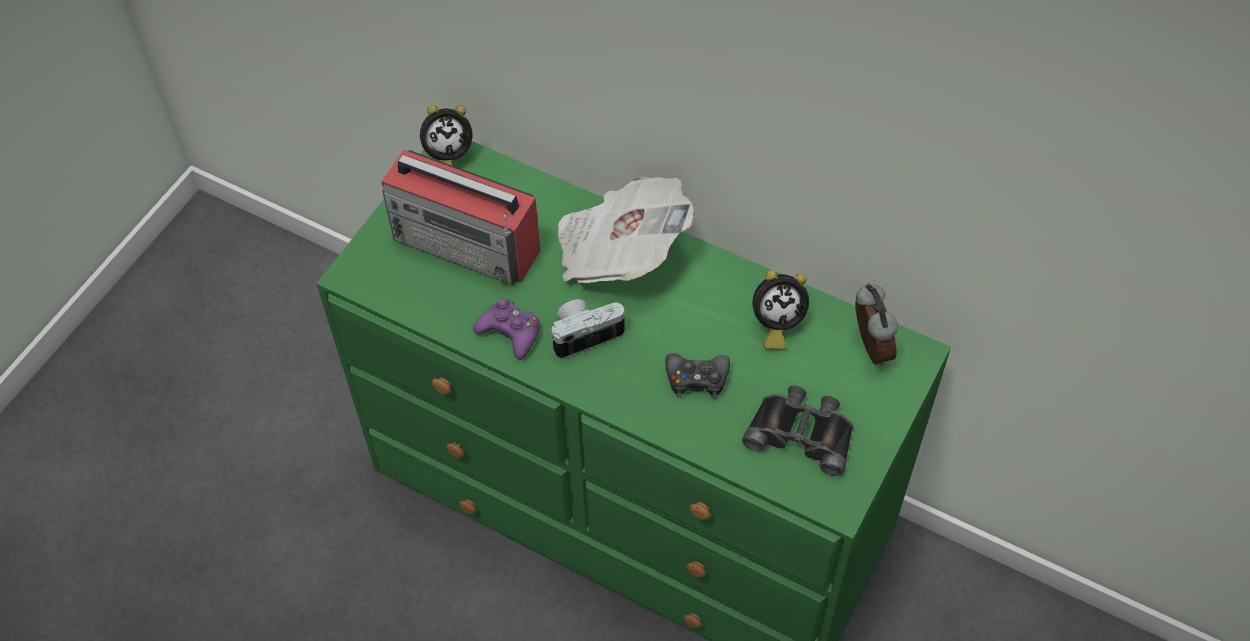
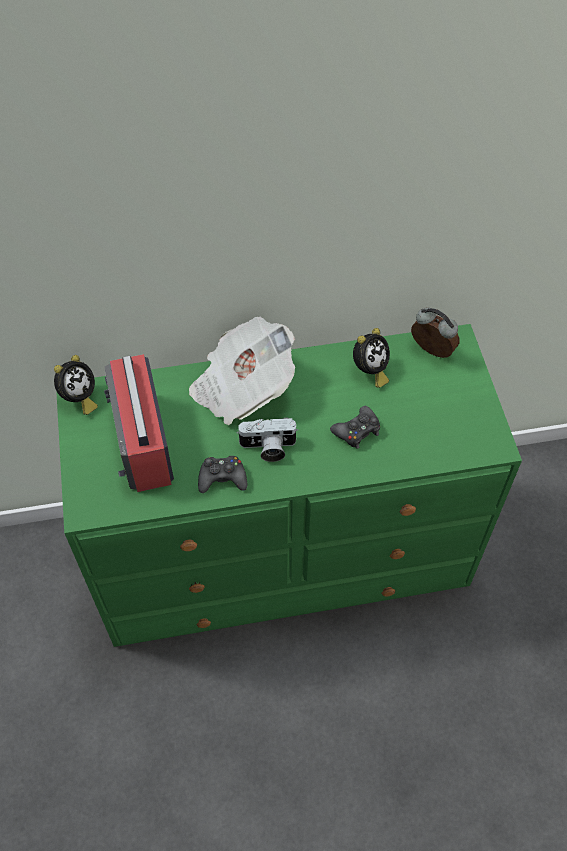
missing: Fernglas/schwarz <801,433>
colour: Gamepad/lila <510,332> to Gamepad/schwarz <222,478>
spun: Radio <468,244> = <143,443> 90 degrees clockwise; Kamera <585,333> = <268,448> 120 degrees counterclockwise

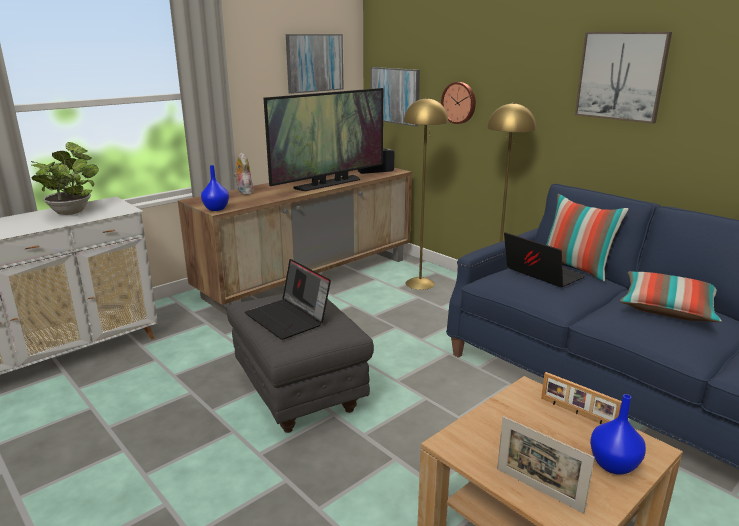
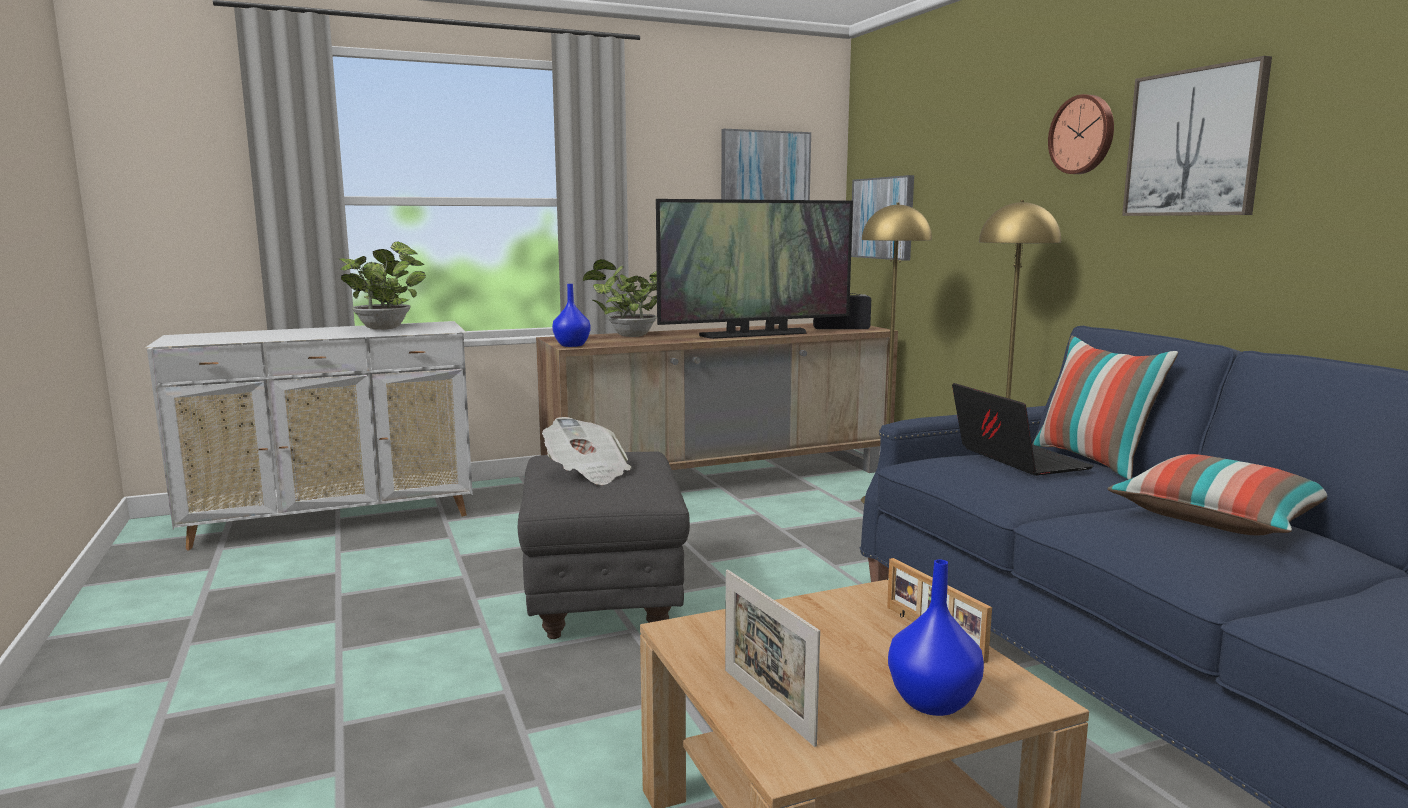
relocated: Wanduhr <459,103> to <1083,135>
exchanged: Plüschtier <244,192> to Topfpflanze <628,335>; Laptop <289,318> to Zeitung <587,473>

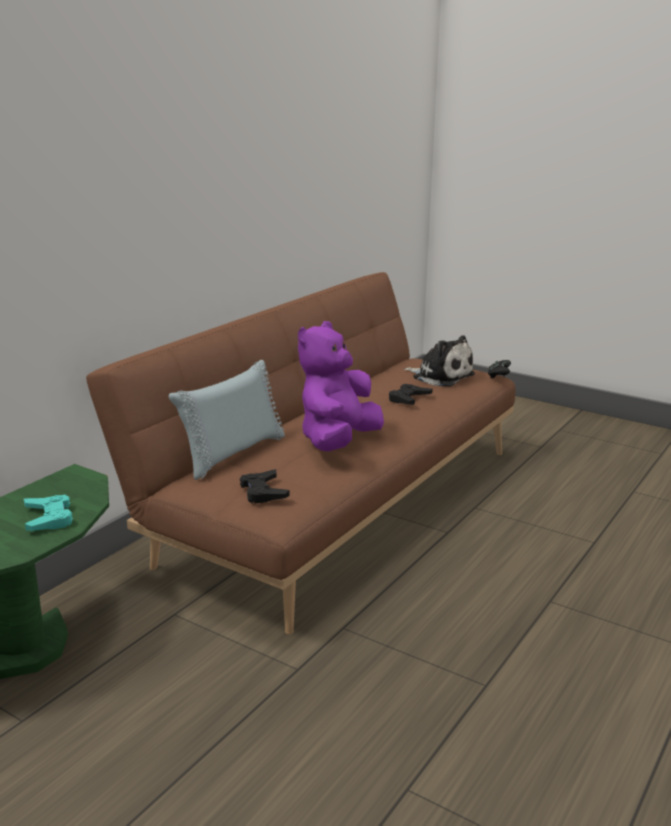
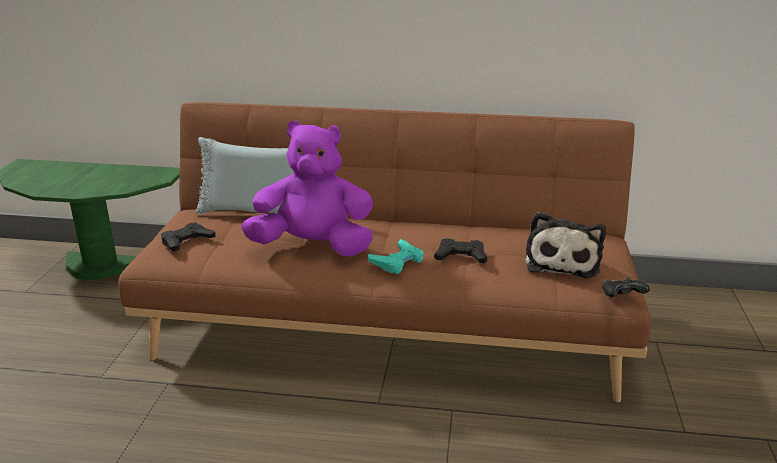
relocated: Gamepad/türkis <48,518> to <397,261>

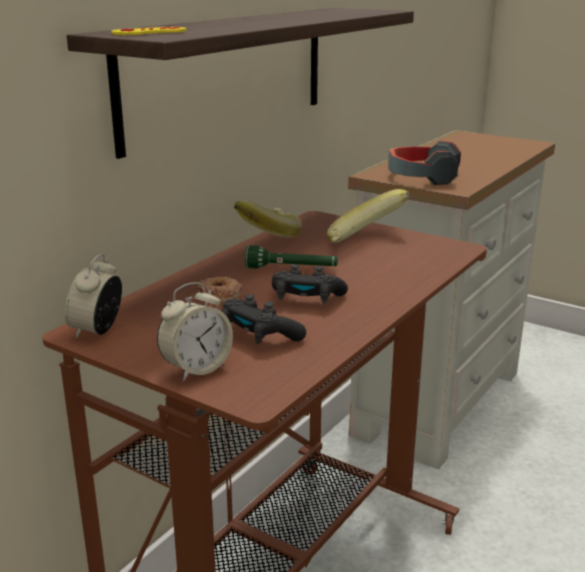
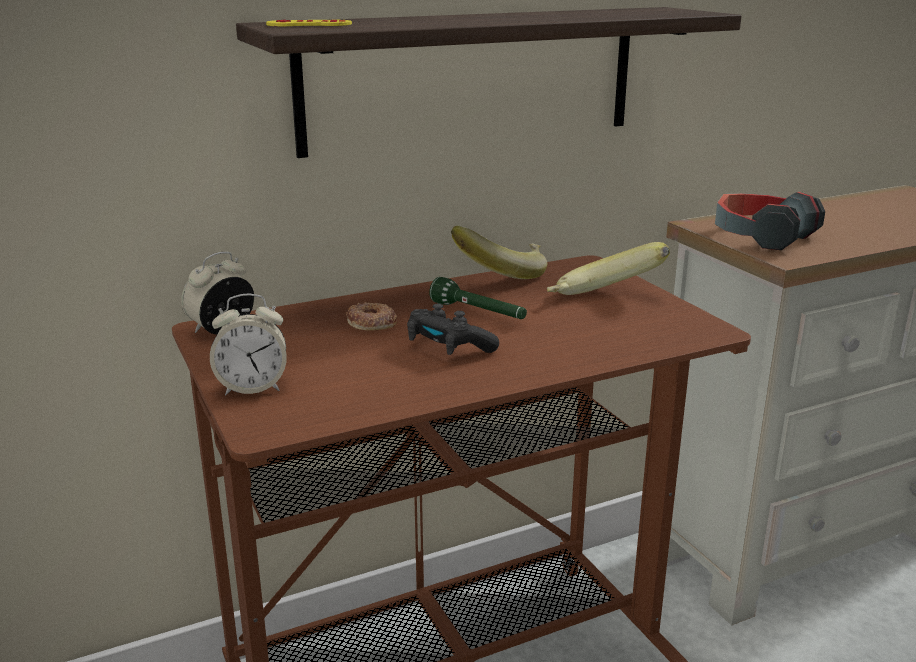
missing: Gamepad/schwarz <259,335>

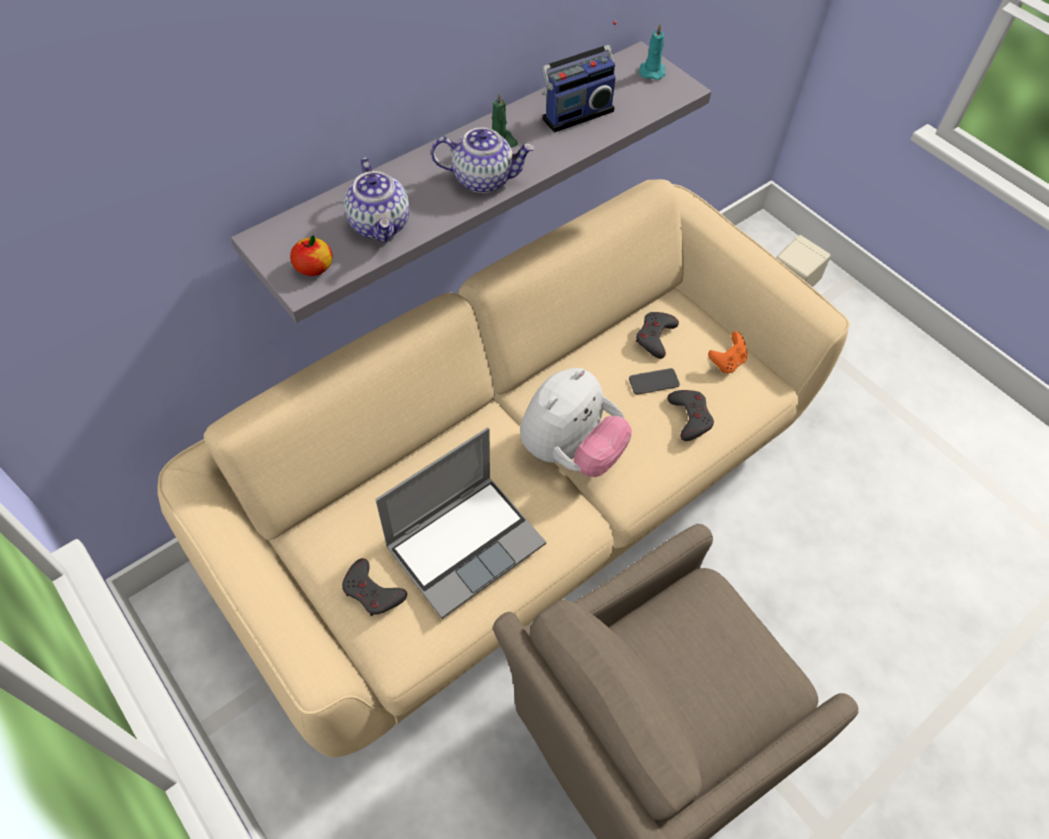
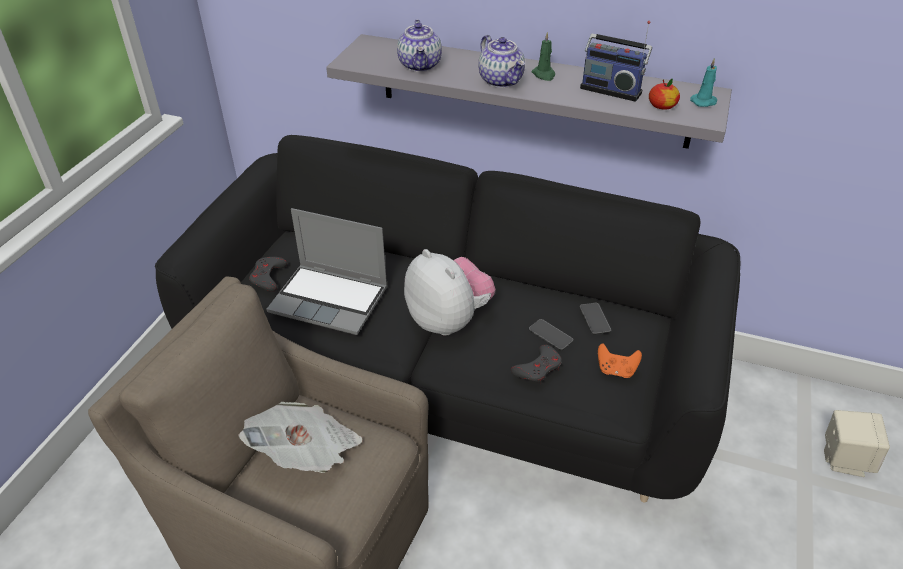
appeared: Zeitung <306,452>
relocated: Apfel <314,267> to <662,106>
exchanged: Gamepad/grau <655,337> to Handy <595,319>
colour: Sofa/beige <520,500> to Sofa/schwarz <451,377>
spun: Teekanne <380,224> = <420,65> 45 degrees counterclockwise; Plüschtier <570,451> = <448,320> 135 degrees counterclockwise

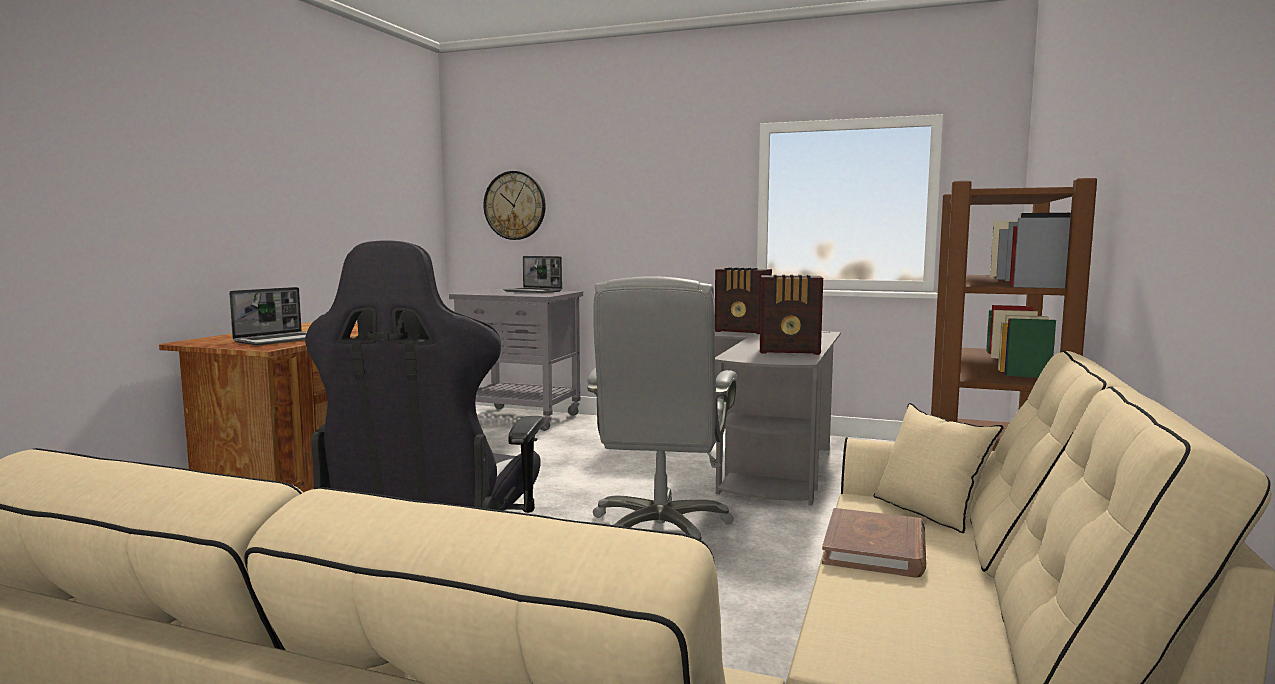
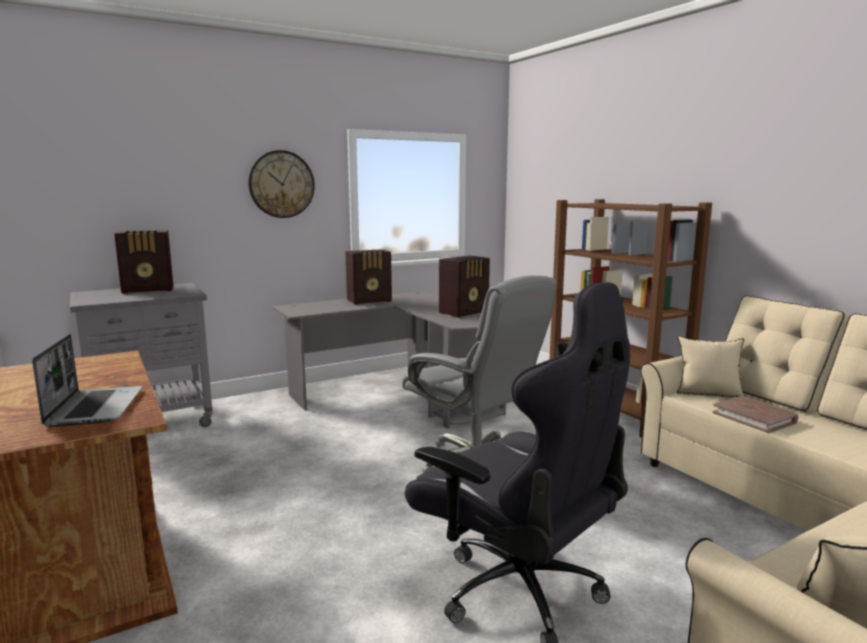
relocated: Wanduhr <515,205> to <281,184>
exchanged: Laptop <533,291> to Radio <149,290>

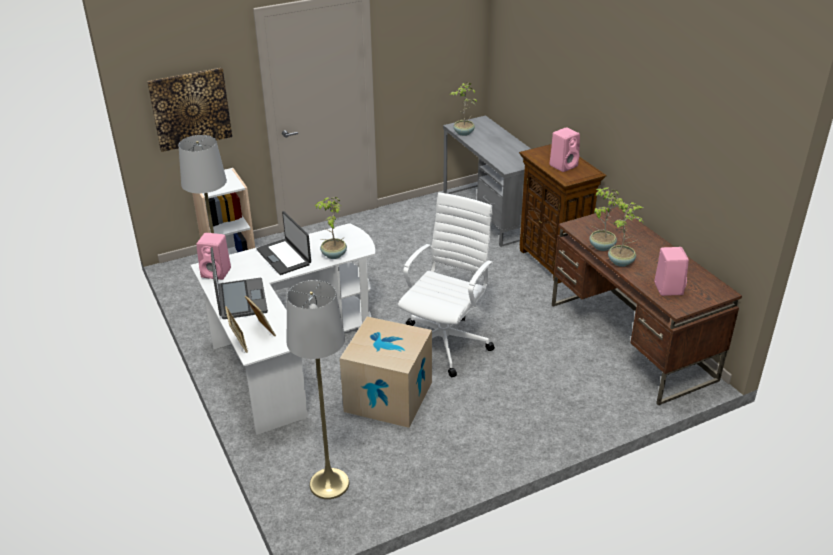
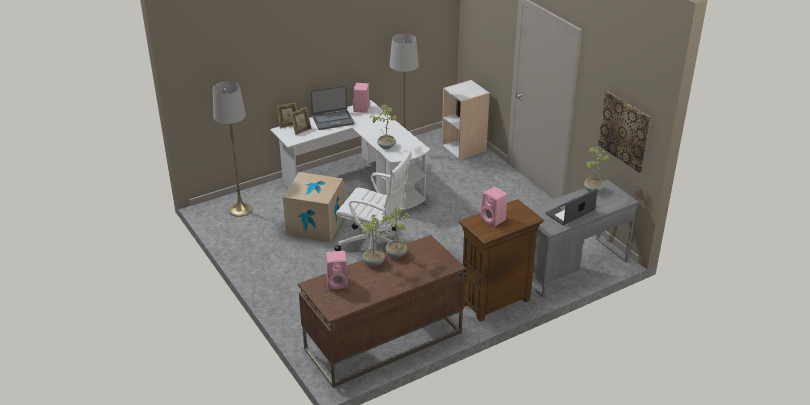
relocated: Bild <190,109> to <624,131>; Laptop <284,257> to <570,213>

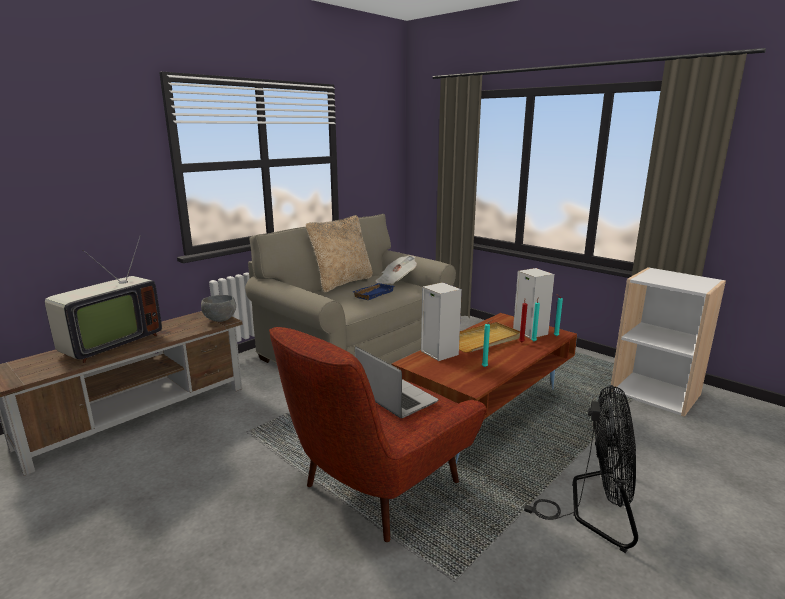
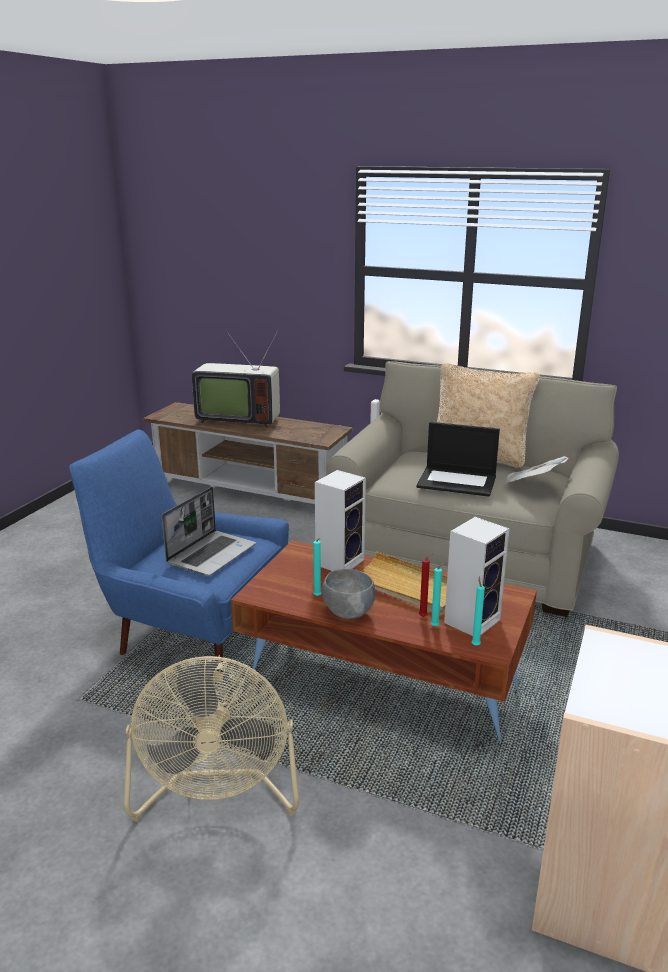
relocated: Schüssel/grau <220,320> to <348,613>
exchanged: Tablett/blau <373,294> to Laptop <458,481>
colour: Sessel/rot <375,489> to Sessel/blau <191,632>; Ventilator/schwarz <592,506> to Ventilator/beige <211,792>

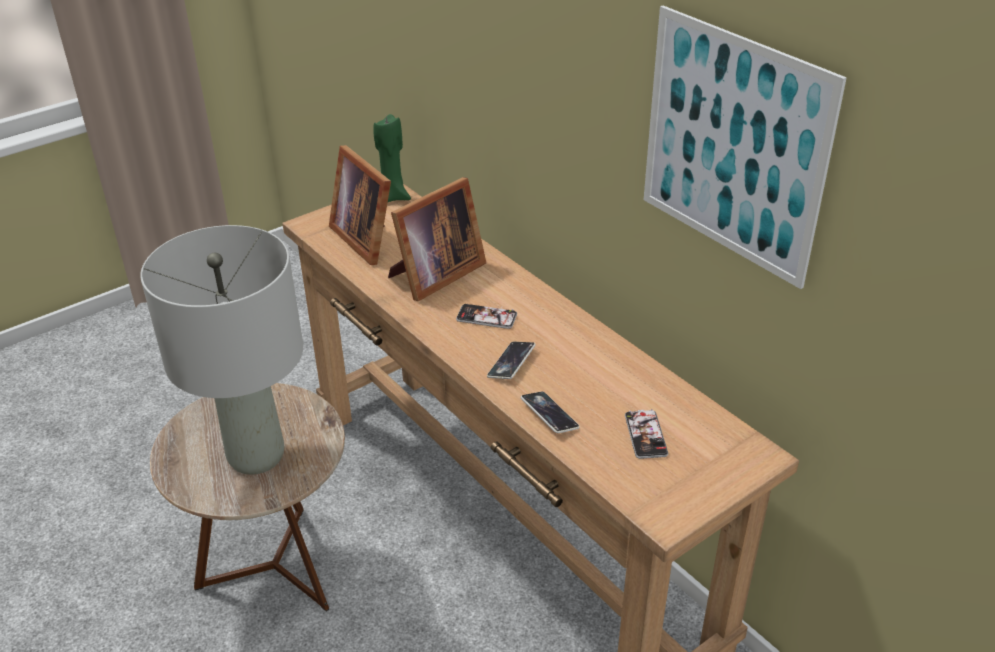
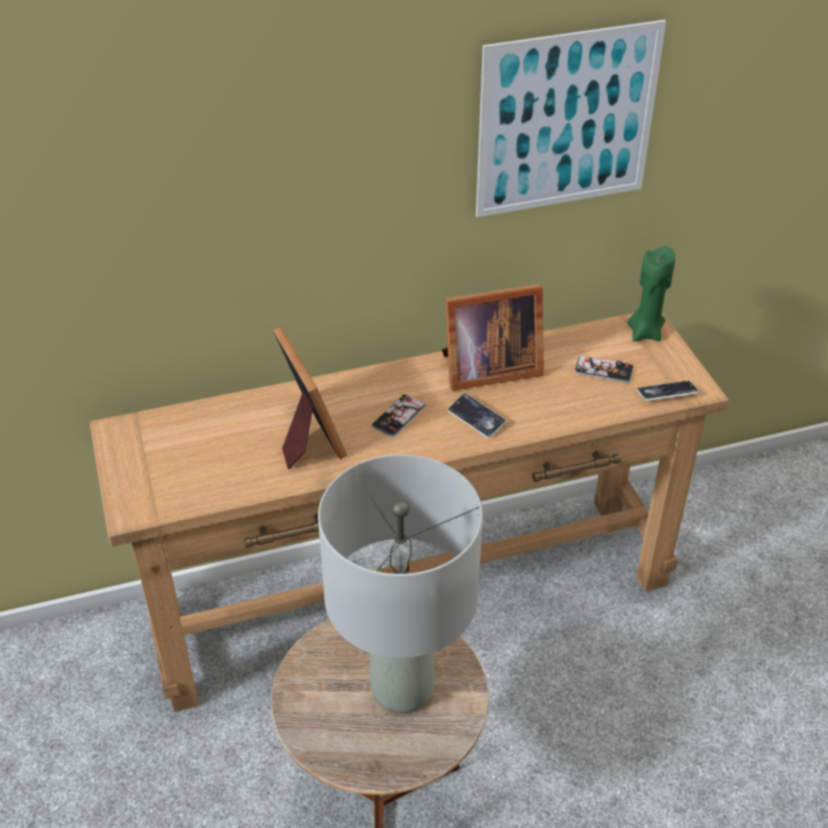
relocated: Bilderrahmen <367,238> to <486,370>; Kerze/grün <393,196> to <645,332>; Handy <549,415> to <666,394>

